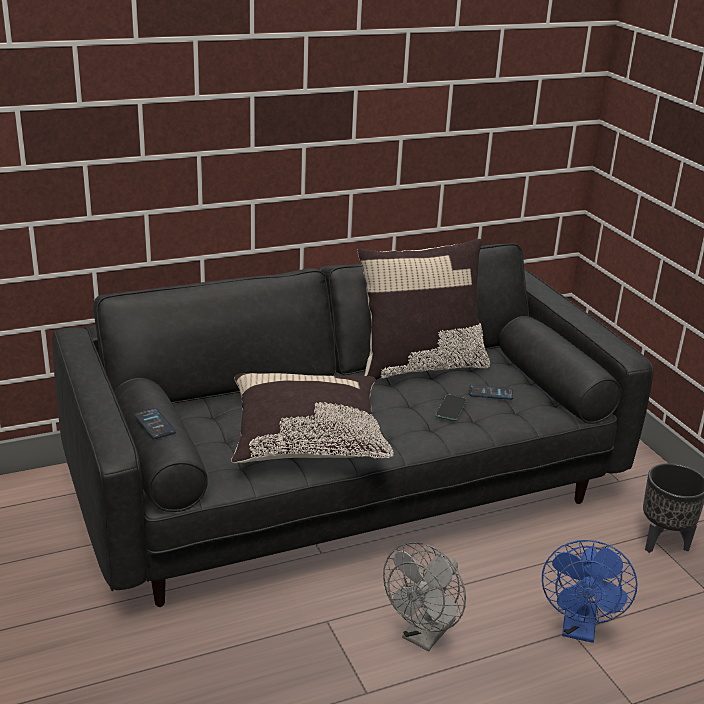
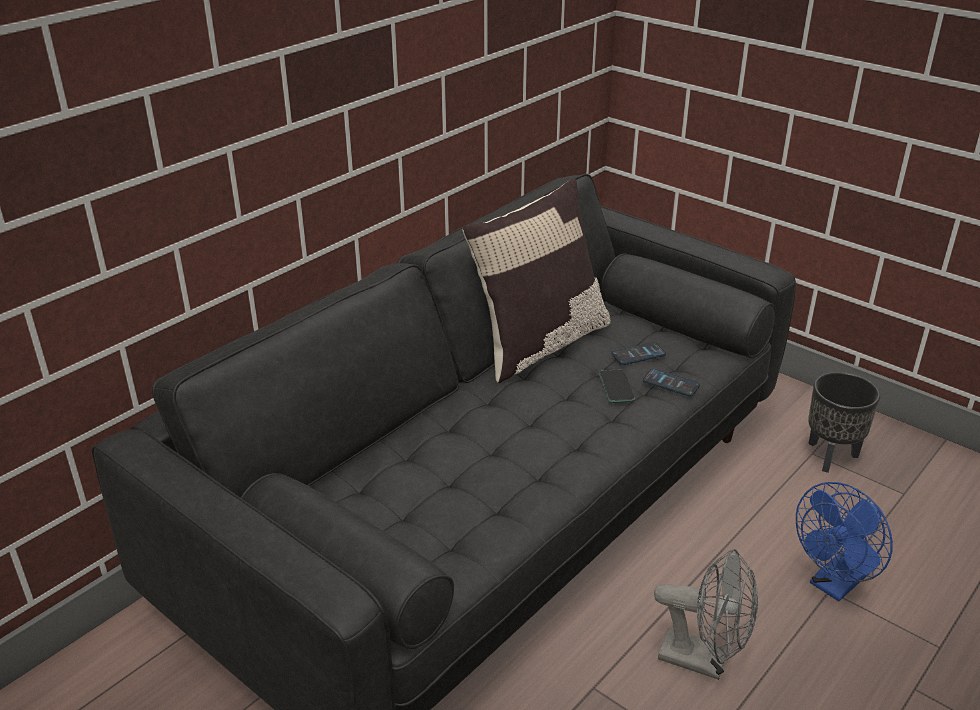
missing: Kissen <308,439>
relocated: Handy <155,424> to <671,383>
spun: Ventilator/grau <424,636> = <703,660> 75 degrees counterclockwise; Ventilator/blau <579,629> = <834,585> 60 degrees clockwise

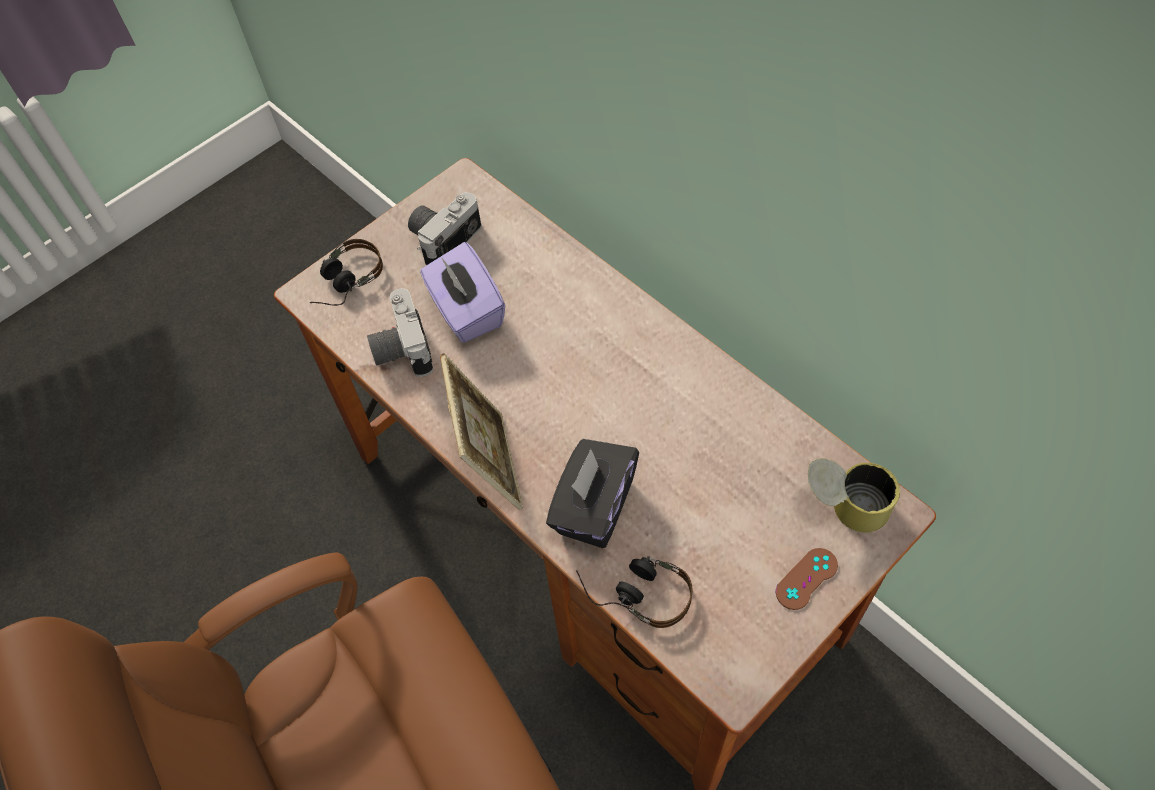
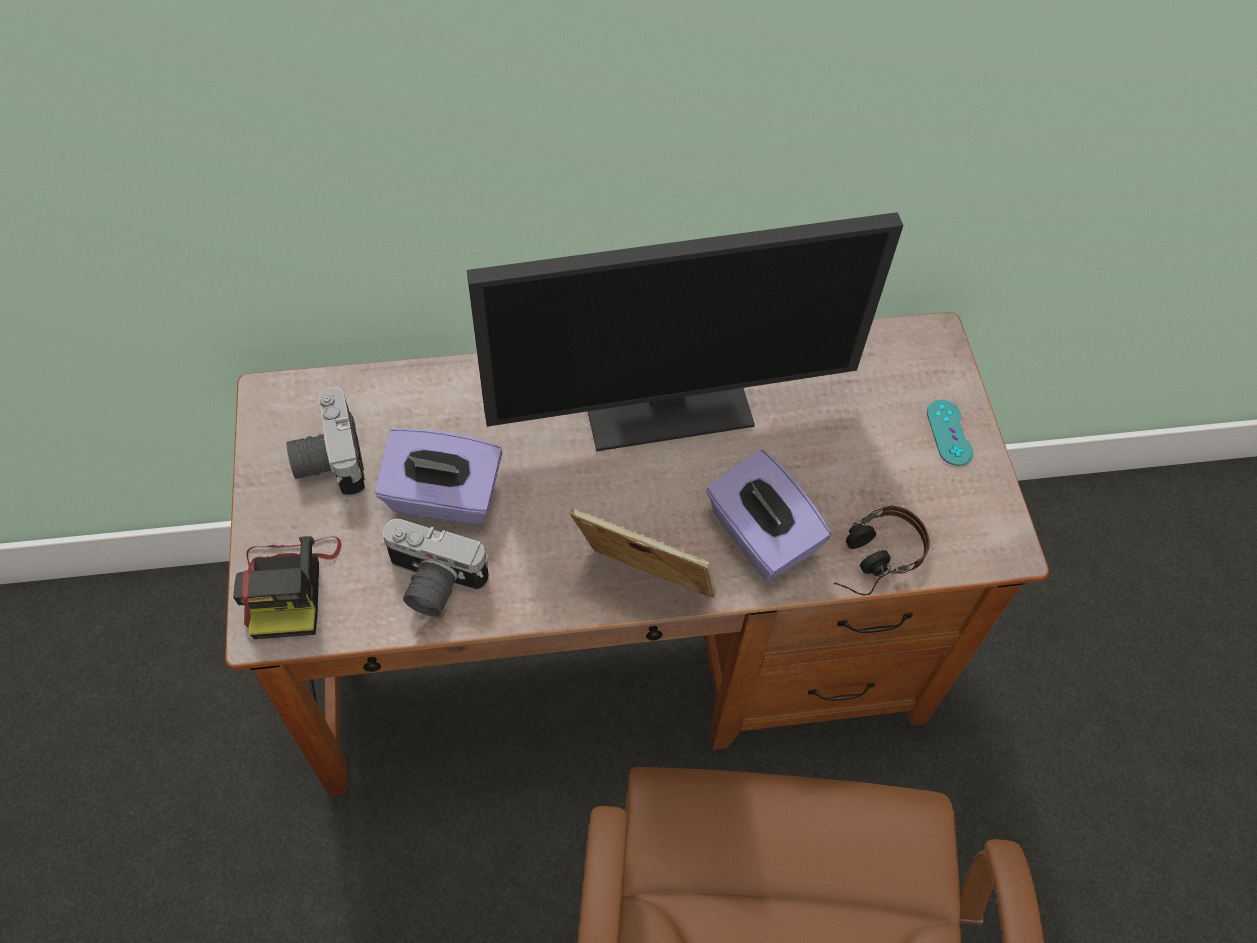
missing: Dose <844,506>
appeared: Monitor <667,398>
exchanged: Kopfhörer <344,283> to Kamera <290,586>
colour: Taschentuchbox/schwarz <593,507> to Taschentuchbox/lila <760,536>; Gamepad/braun <806,579> to Gamepad/türkis <949,433>

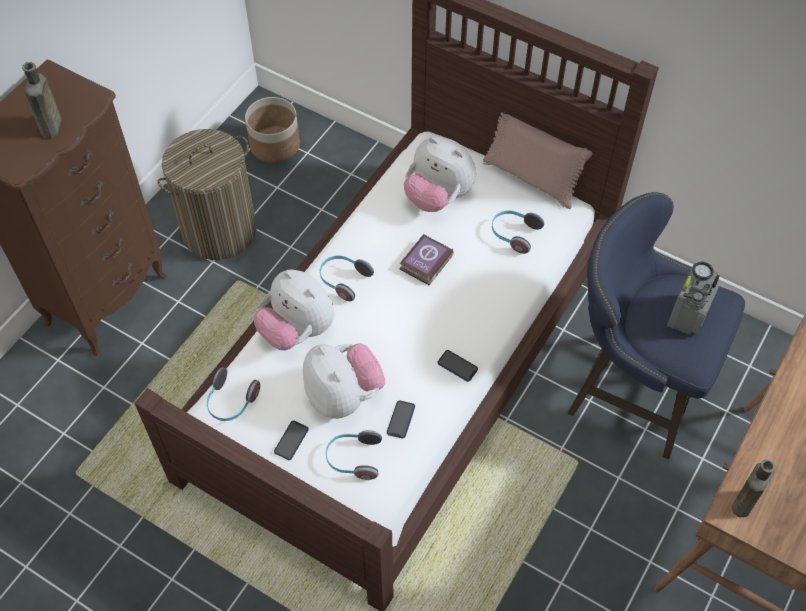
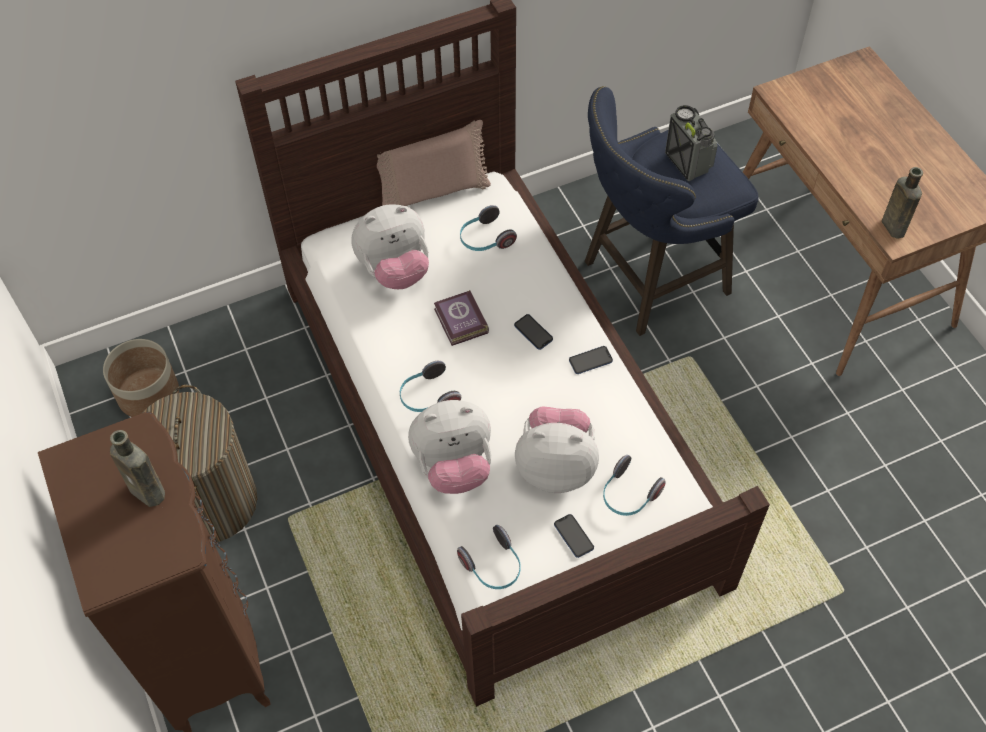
relocated: Handy <401,420> to <533,332>

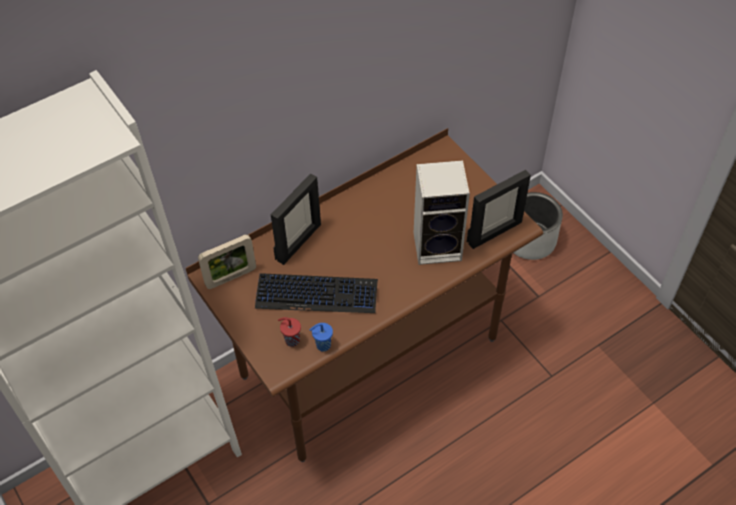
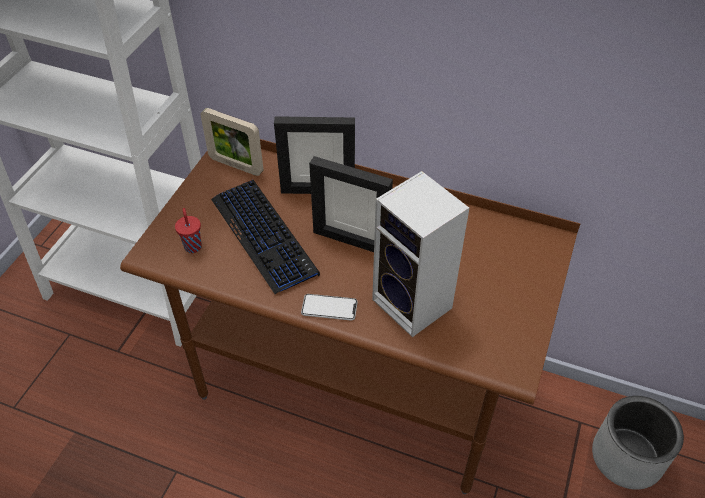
missing: Tasse/blau <322,345>
appeared: Handy <329,308>
relocated: Bilderrahmen <494,232> to <351,239>

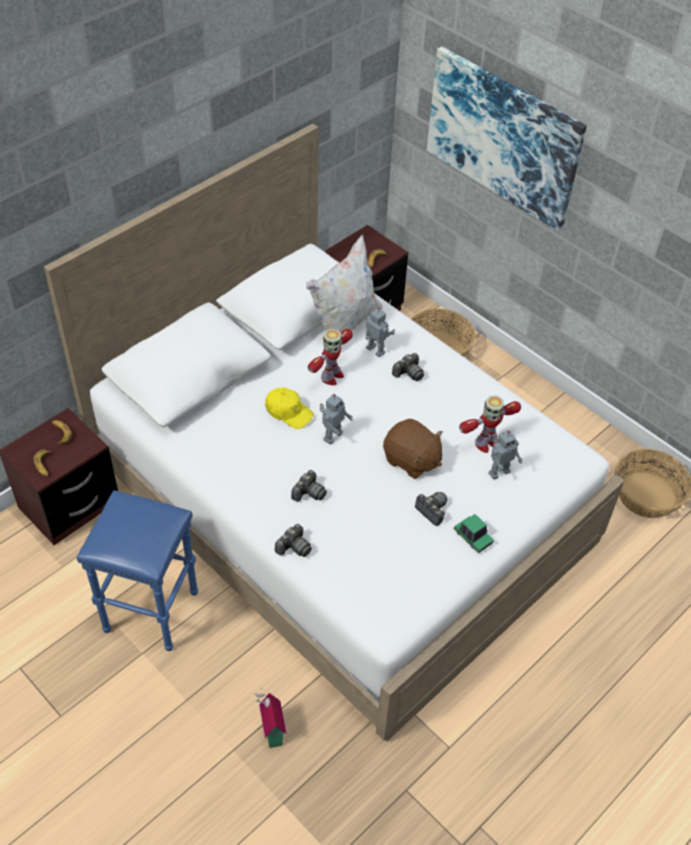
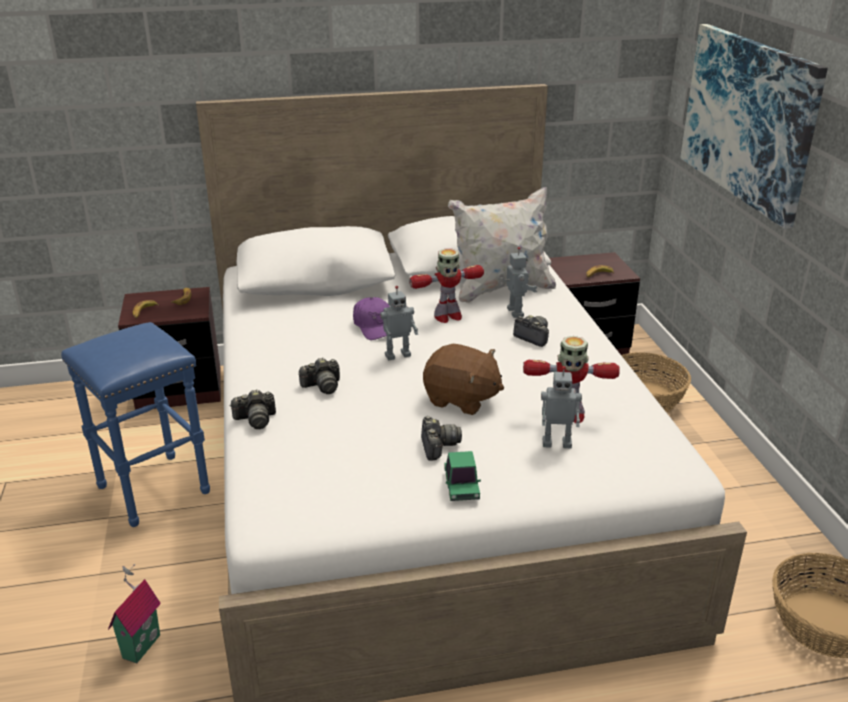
colour: Kappe/gelb <288,412> to Kappe/lila <375,326>
spun: Plüschtier/braun <411,460> = <461,399> 45 degrees counterclockwise; Kamera <408,373> = <533,337> 135 degrees counterclockwise

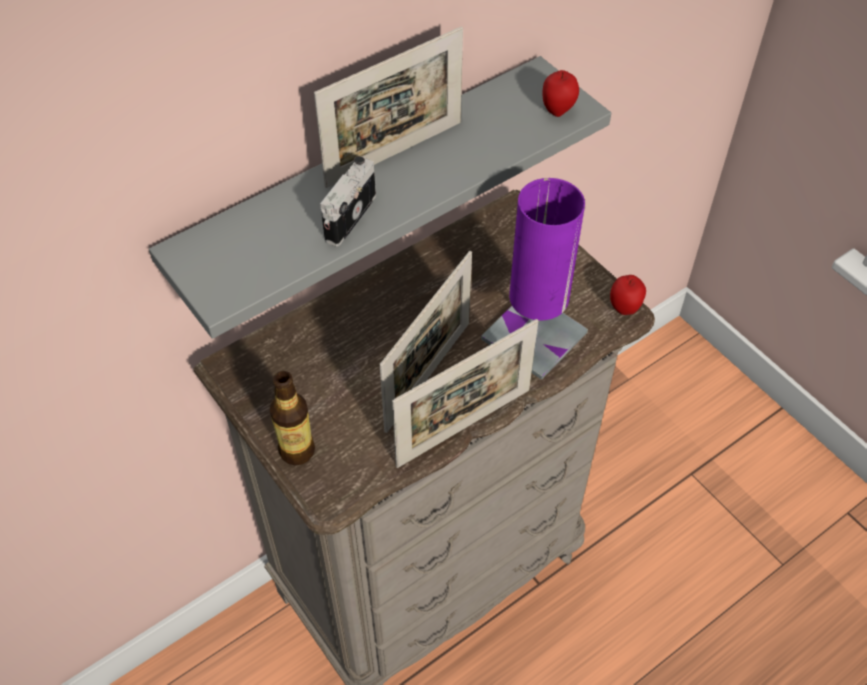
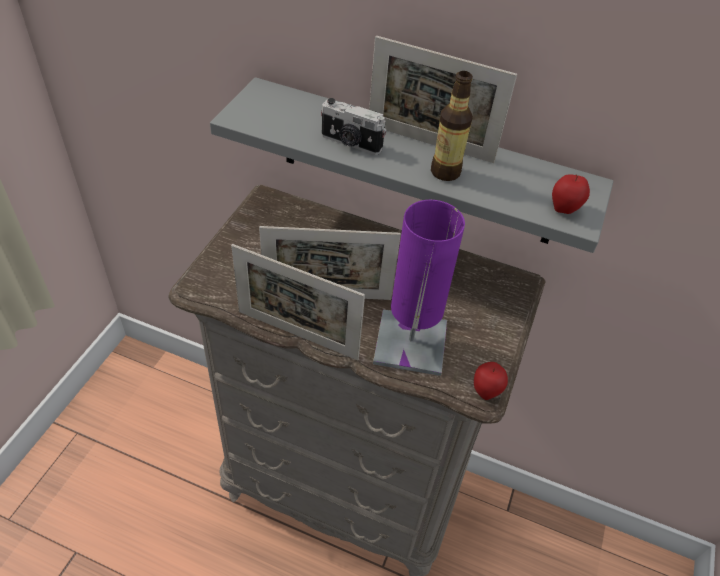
relocated: Flasche <297,451> to <445,172>
spun: Kamera <347,217> = <350,143> 150 degrees counterclockwise

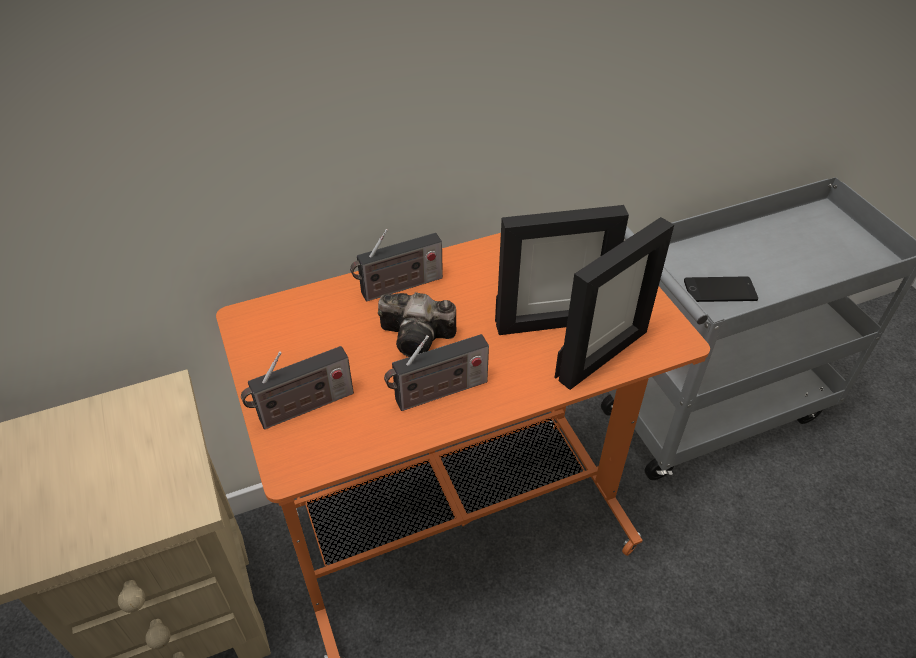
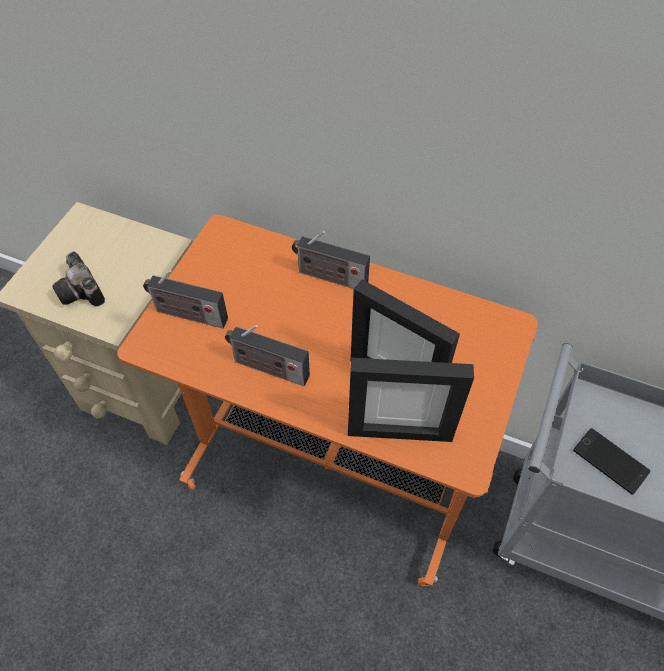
relocated: Kamera <420,337> to <83,292>

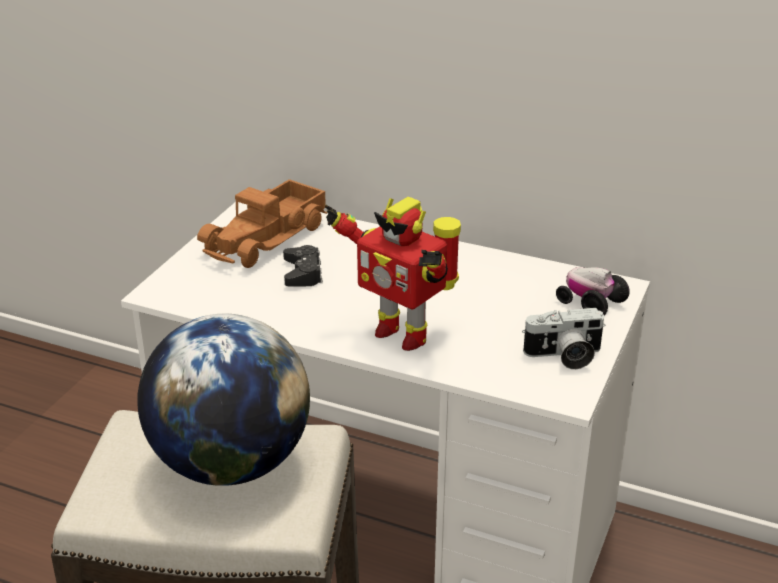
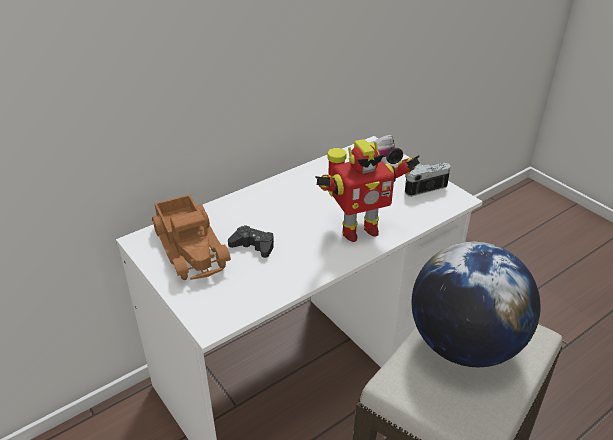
spun: Kamera <564,356> = <422,186> 135 degrees counterclockwise

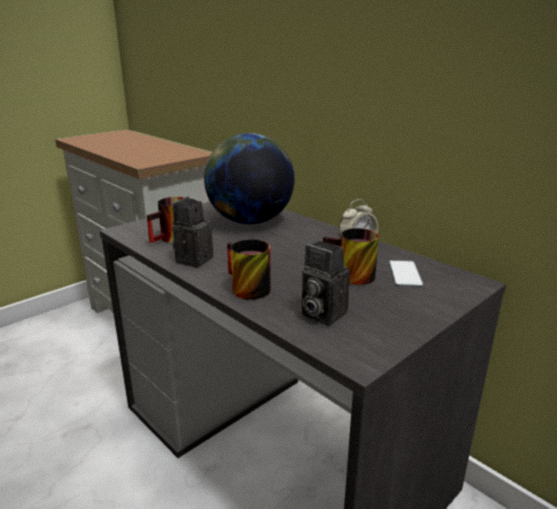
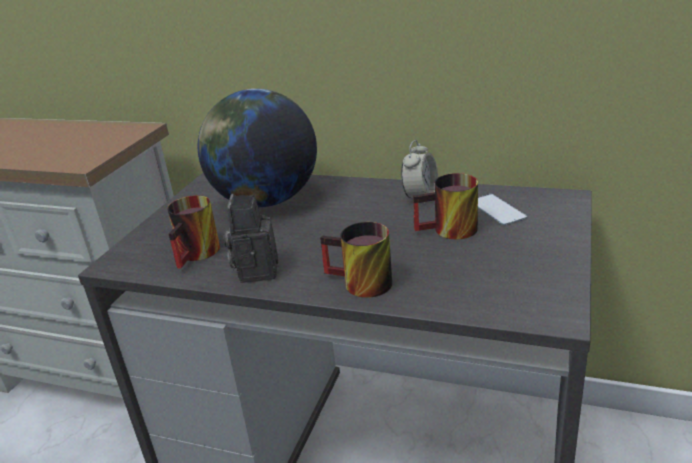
missing: Kamera <320,313>

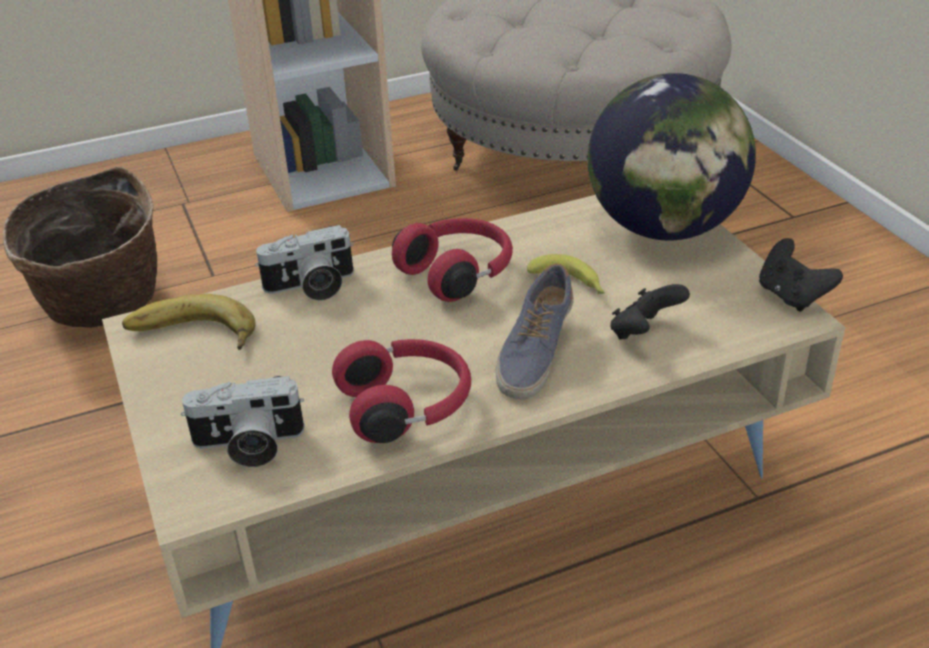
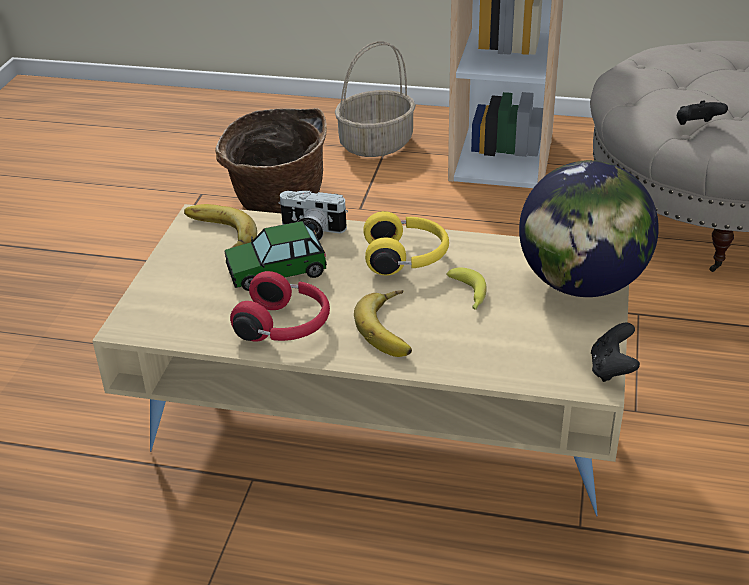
missing: Kamera <248,446>
appeared: Spielzeugauto <276,270>; Korb <376,143>
relocated: Gamepad/schwarz <644,333> to <696,126>
exchanged: Schuh <534,352> to Banane <393,328>
colour: Kopfhörer/rot <458,273> to Kopfhörer/gelb <406,258>

